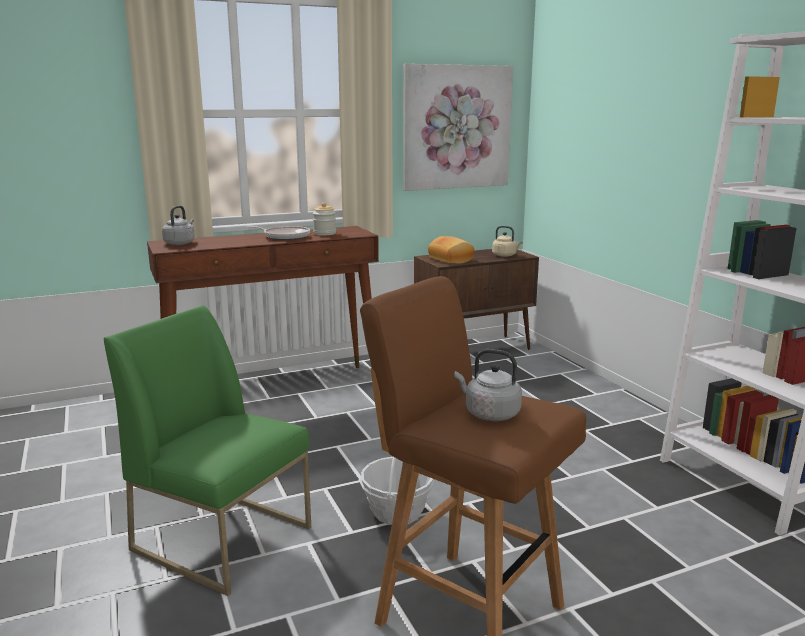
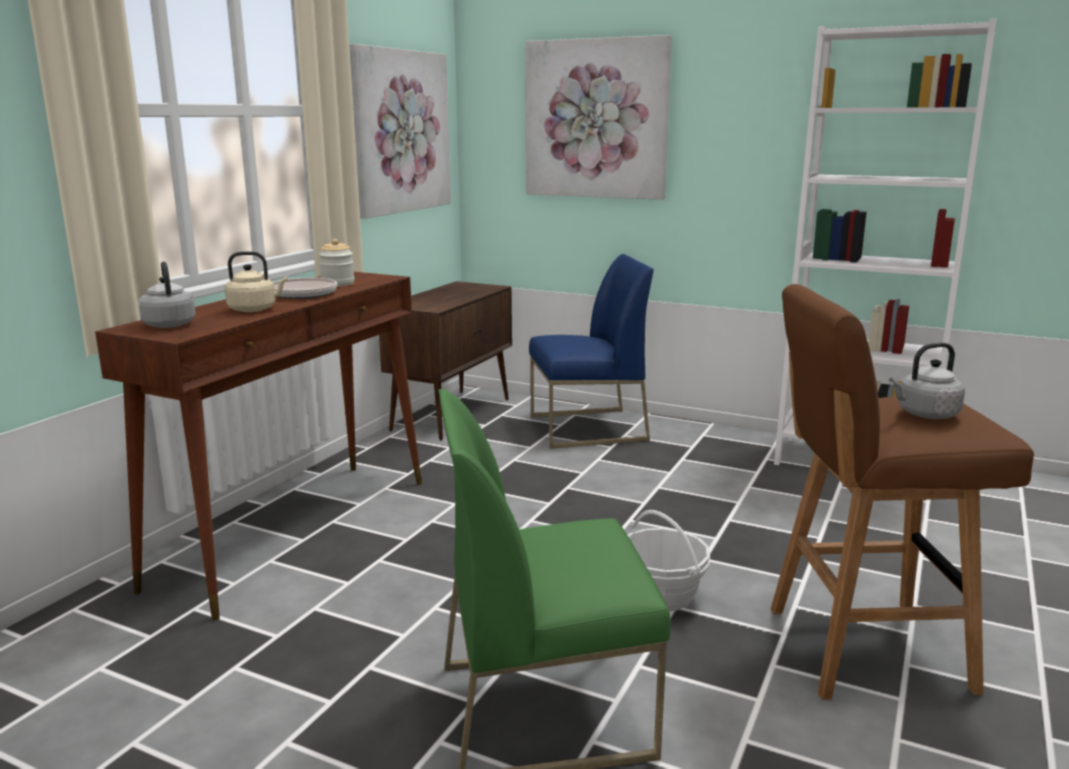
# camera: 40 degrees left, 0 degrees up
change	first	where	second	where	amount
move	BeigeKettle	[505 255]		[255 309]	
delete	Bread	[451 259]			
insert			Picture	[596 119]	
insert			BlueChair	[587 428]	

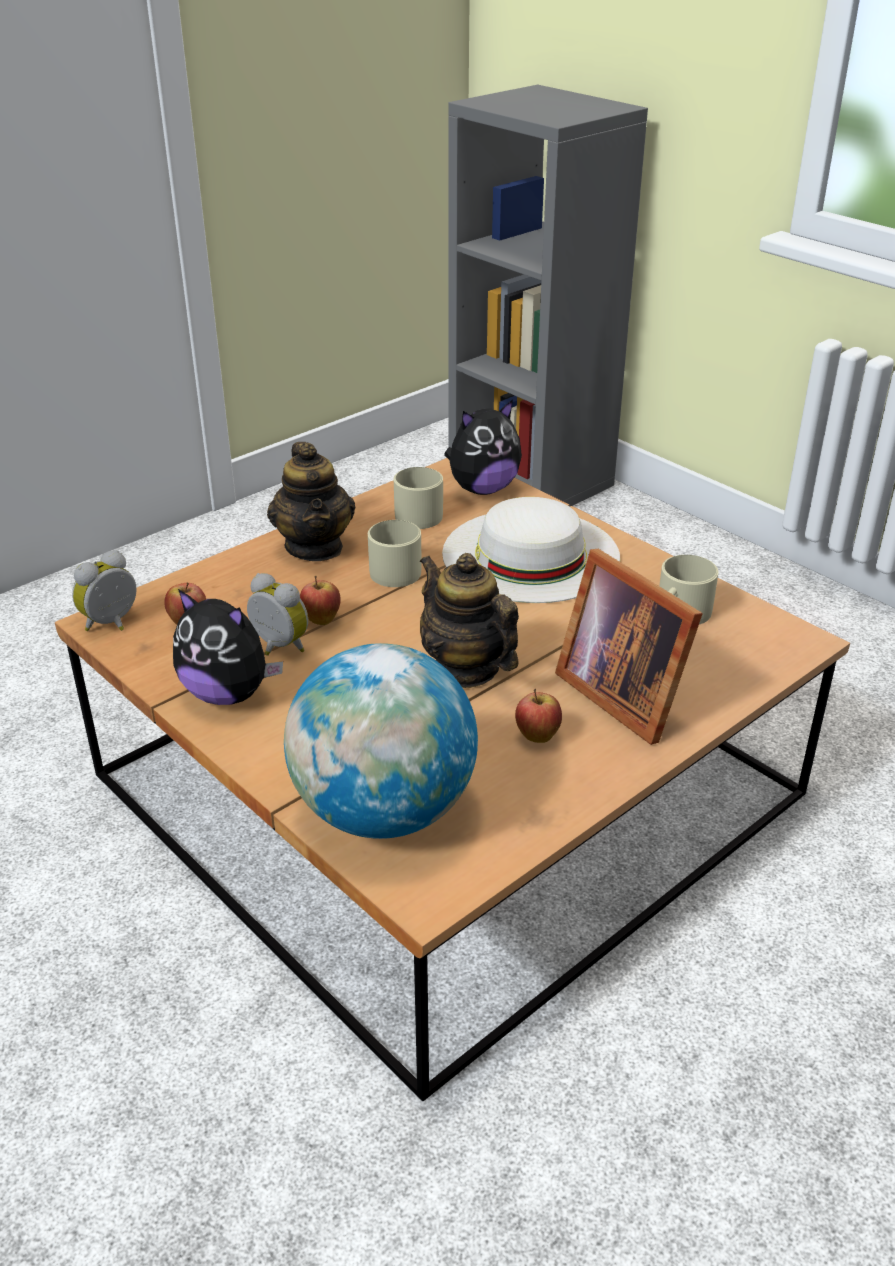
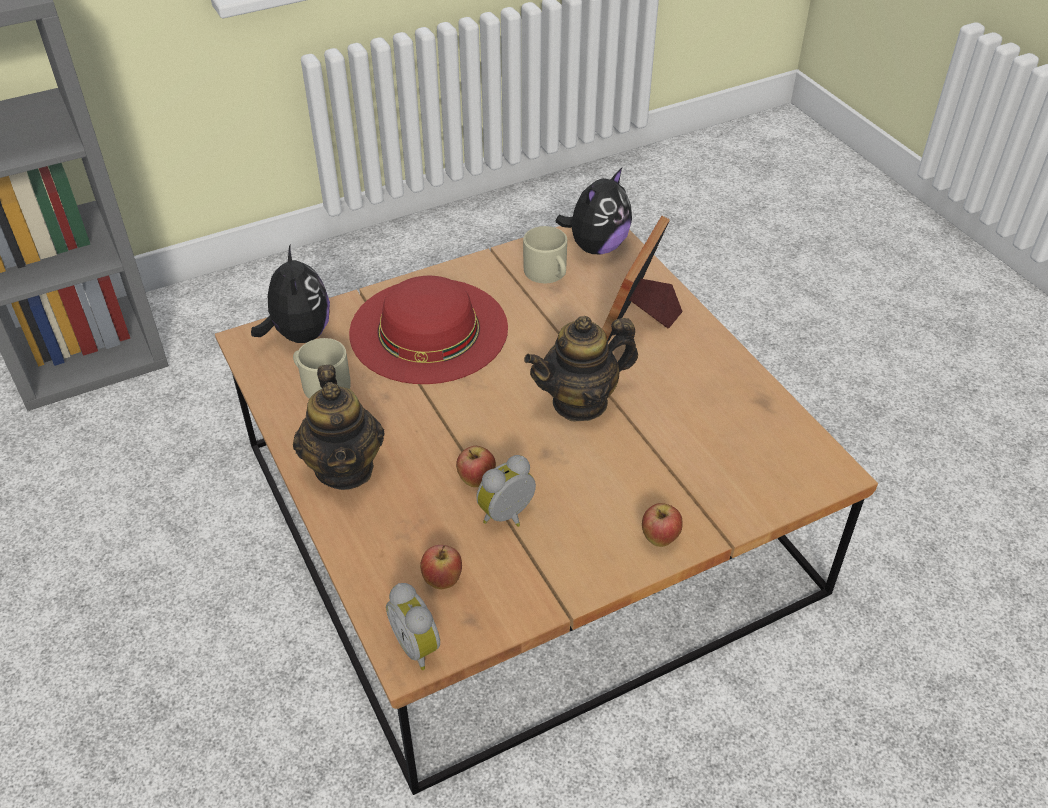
# camera: 75 degrees left, 10 degrees up
change	first	where	second	where	amount
rotate	Teapot	[315 547]		[345 468]	75 degrees clockwise
recolor	WhiteHat	[530 555]	RedHat	[429 330]	
delete	BeigeMug	[391 570]			
rotate	PictureFrame	[622 693]		[637 326]	135 degrees clockwise
move	PlushToy	[228 694]		[596 246]	
delete	Globe	[384 812]			
move	Apple	[537 737]		[659 539]	

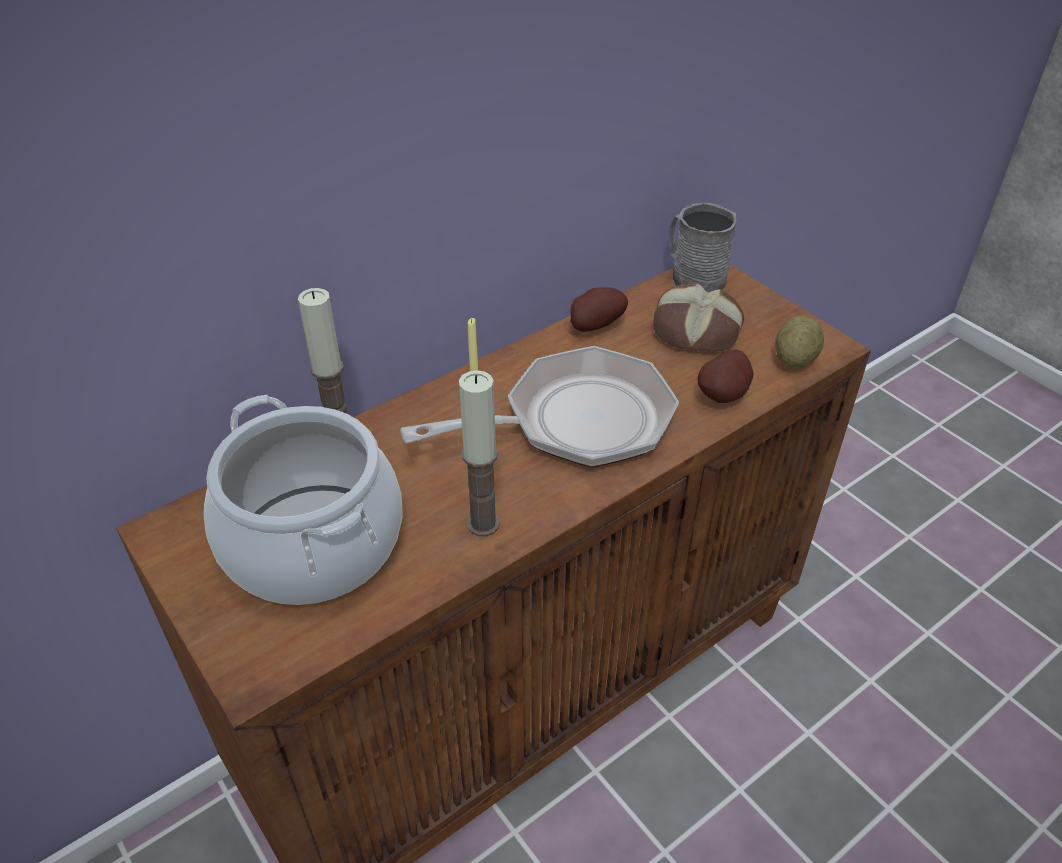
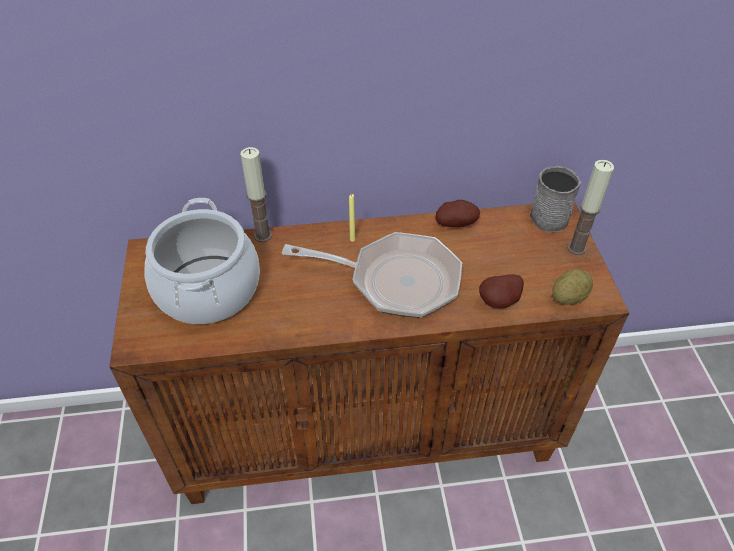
# camera: 30 degrees right, 5 degrees up
change	first	where	second	where	amount
delete	Bread	[695 330]			
move	Candle	[483 524]		[576 248]	

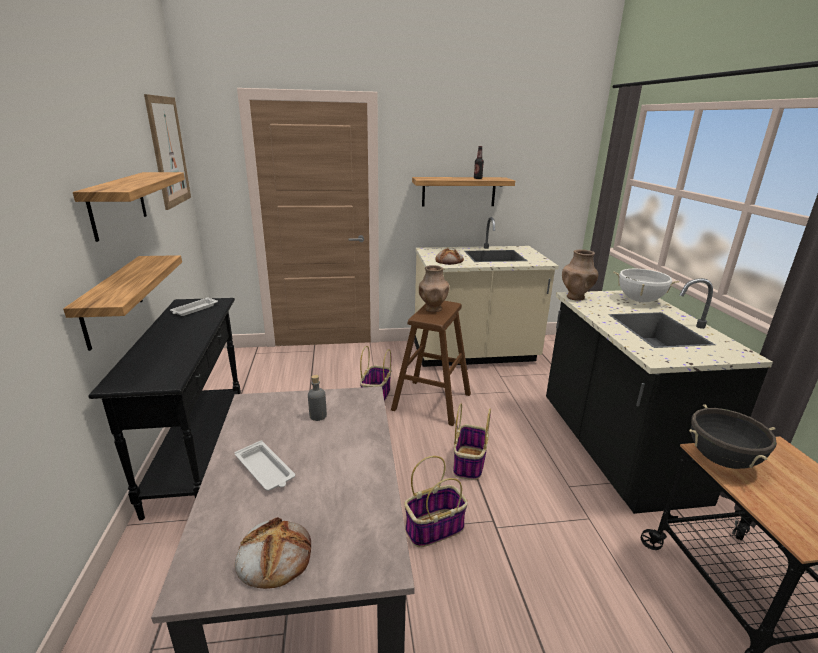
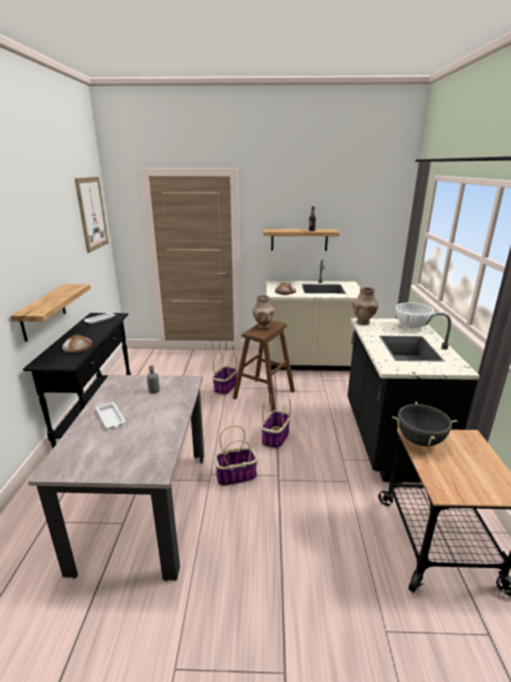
# camera: 10 degrees right, 0 degrees up
change	first	where	second	where	amount
delete	Shelf	[118 204]			
move	Bread	[274 556]		[77 347]	

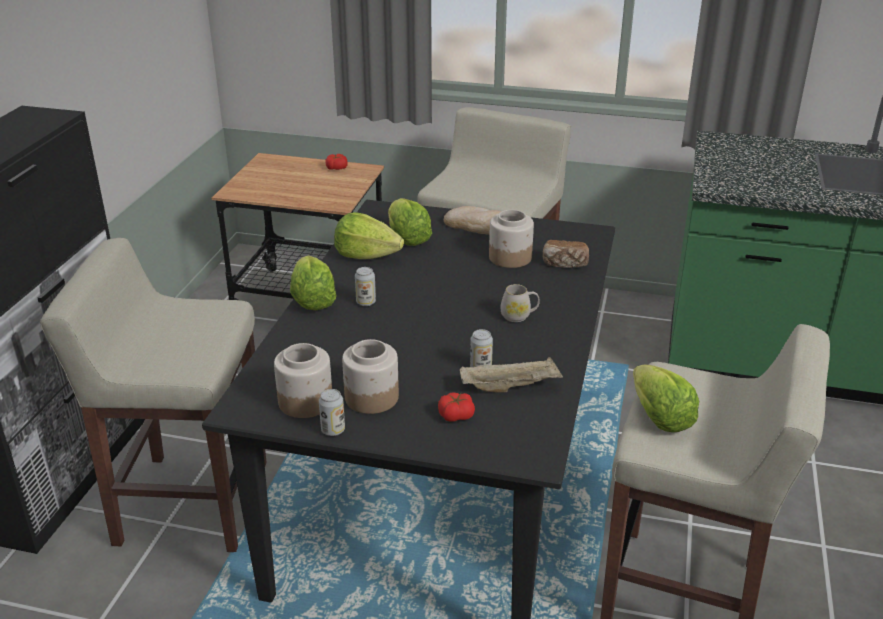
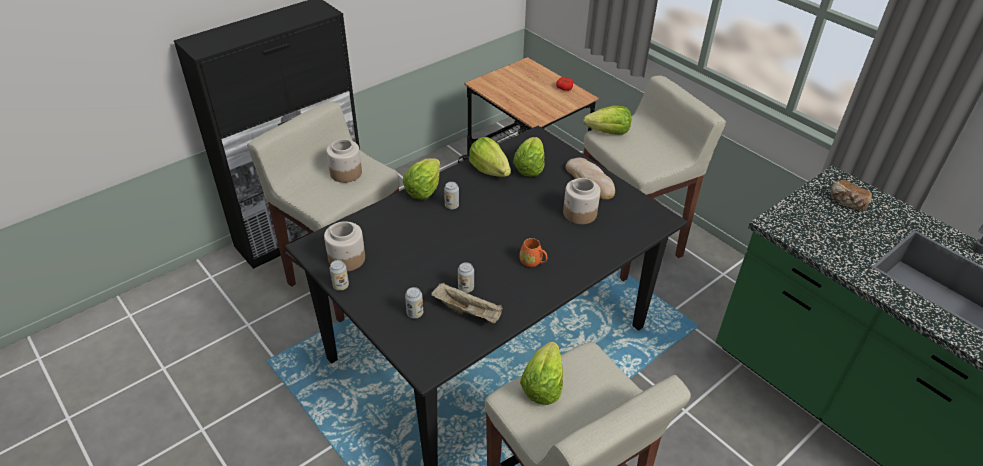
# camera: 35 degrees right, 10 degrees up
change	first	where	second	where	amount
move	Bread	[565 264]		[847 203]	
recolor	WhiteMug	[519 316]	OrangeMug	[533 262]	
move	Jar	[371 398]		[345 173]	
replace	Tomato	[456 415]	Can	[415 313]	
insert			Lettuce	[608 132]	

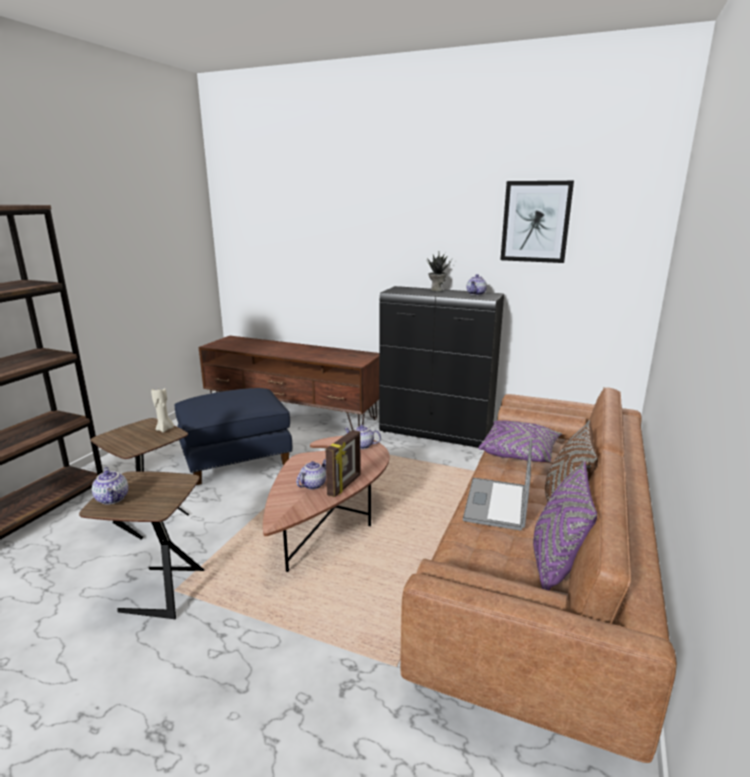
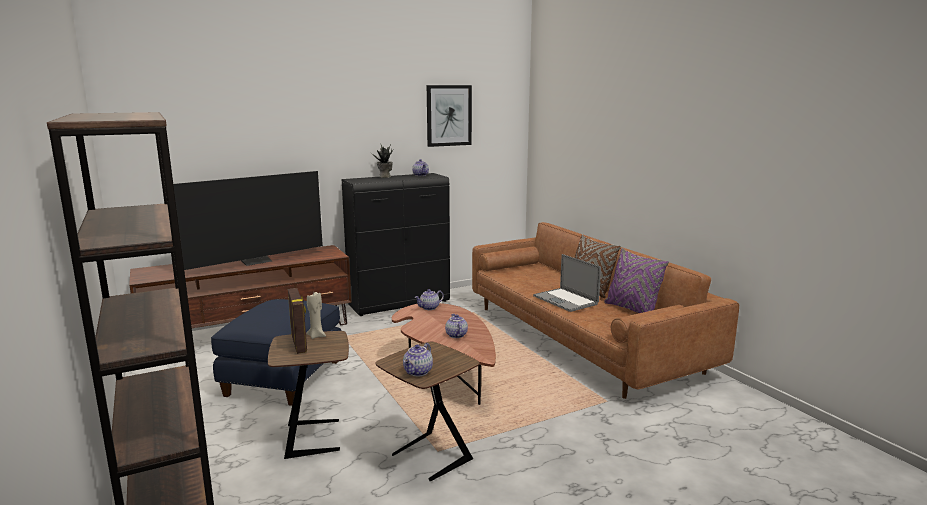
# camera: 50 degrees left, 5 degrees down
change	first	where	second	where	amount
delete	PurplePillow	[519 452]			
move	PictureFrame	[345 485]		[299 344]	
rotate	Teapot	[113 499]		[418 372]	105 degrees clockwise
insert			Television	[256 261]	

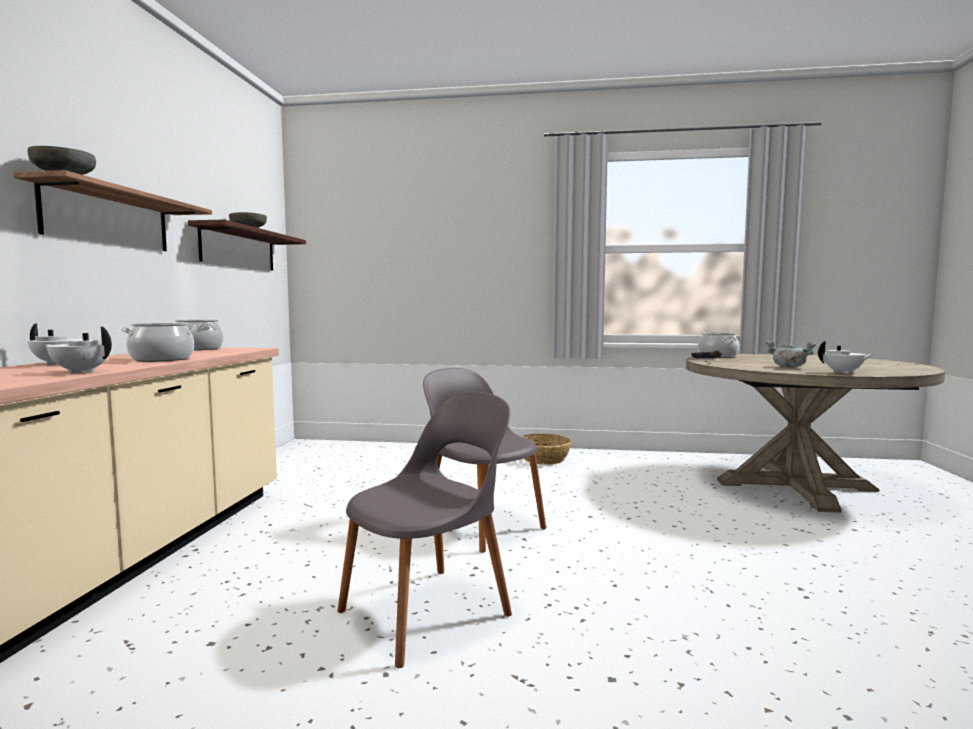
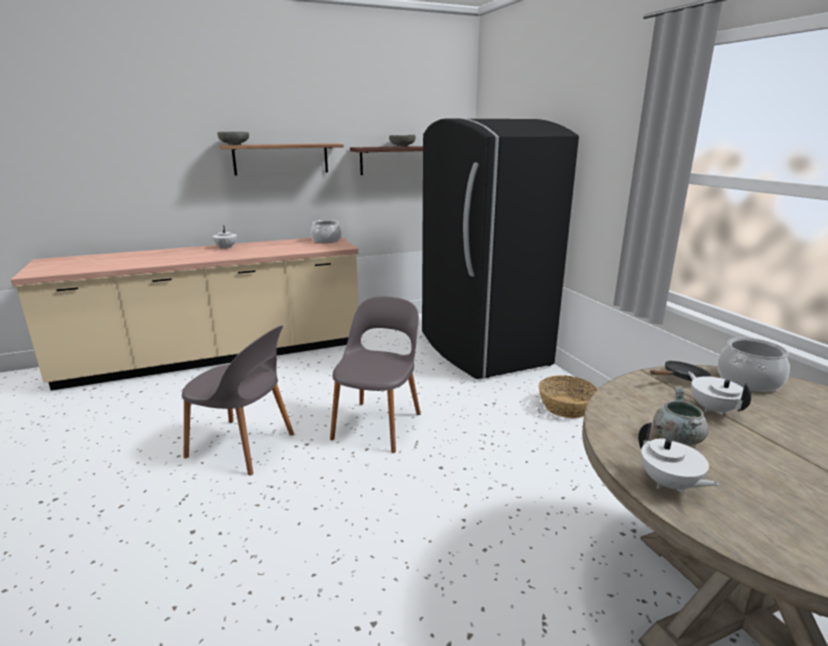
# camera: 60 degrees right, 15 degrees up
change	first	where	second	where	amount
delete	CookingPot	[162 359]			
move	WhiteTeapot	[81 372]		[713 409]	
insert			BlackFridge	[481 349]	

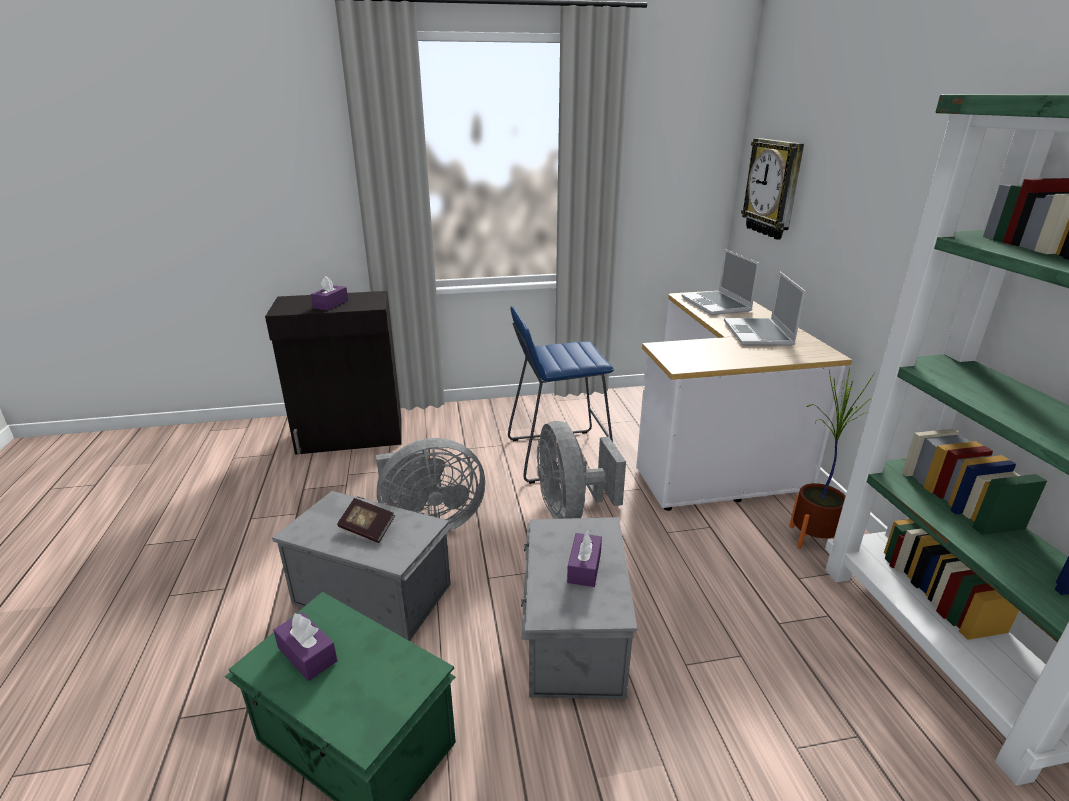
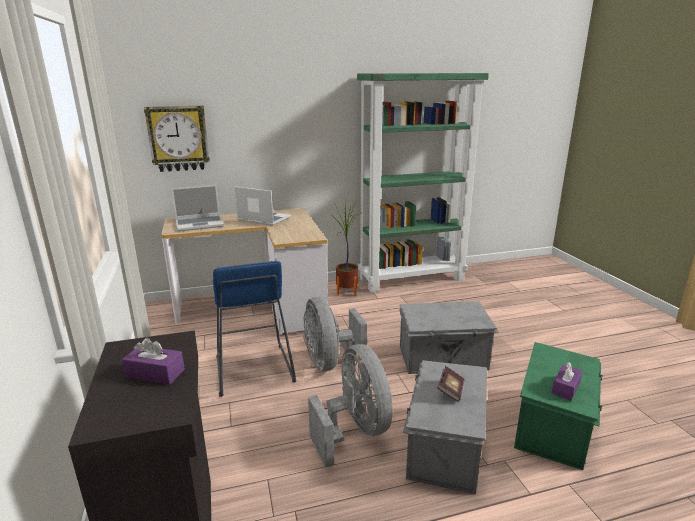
# camera: 95 degrees left, 5 degrees down
change	first	where	second	where	amount
rotate	Laptop	[759 334]		[263 219]	150 degrees counterclockwise
rotate	GreyFan	[571 510]		[330 362]	90 degrees clockwise
delete	PurpleTissueBox	[584 567]			

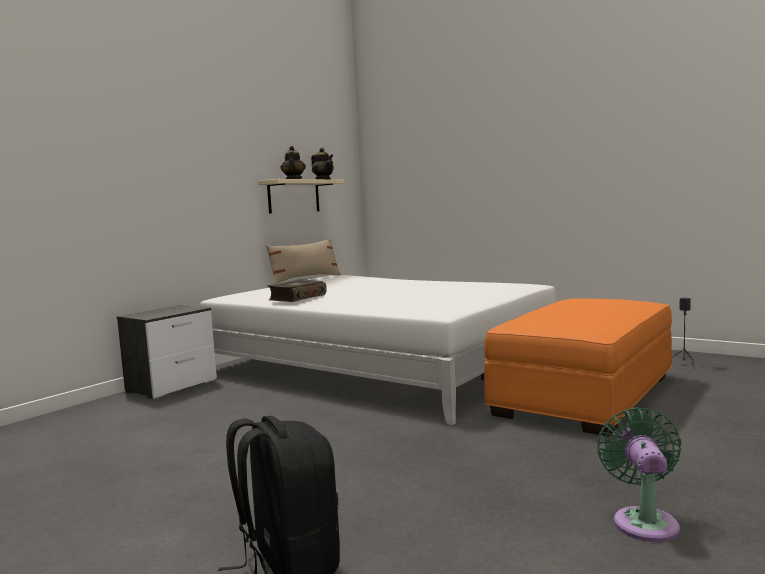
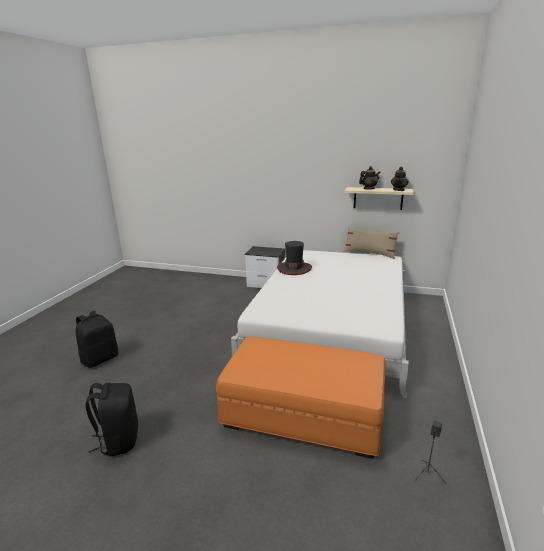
# camera: 70 degrees right, 15 degrees up
change	first	where	second	where	amount
replace	Book	[297 298]	Hat	[294 268]	
replace	GreenFan	[644 521]	BlackBackpack	[119 440]	

